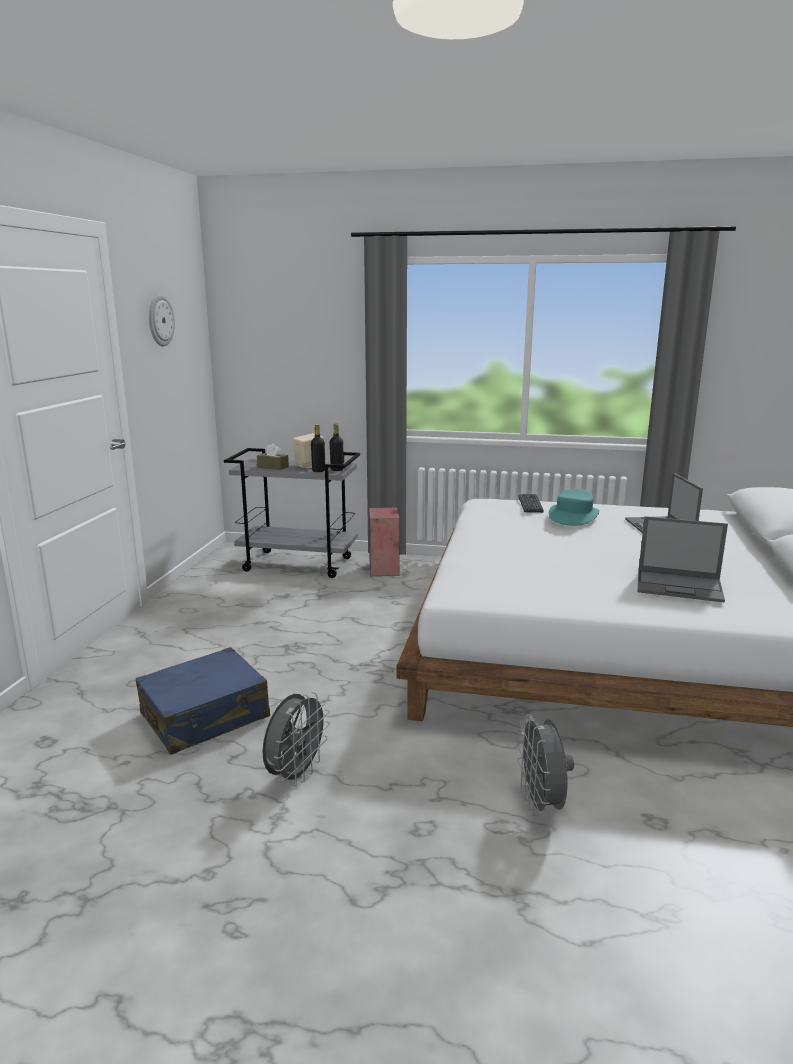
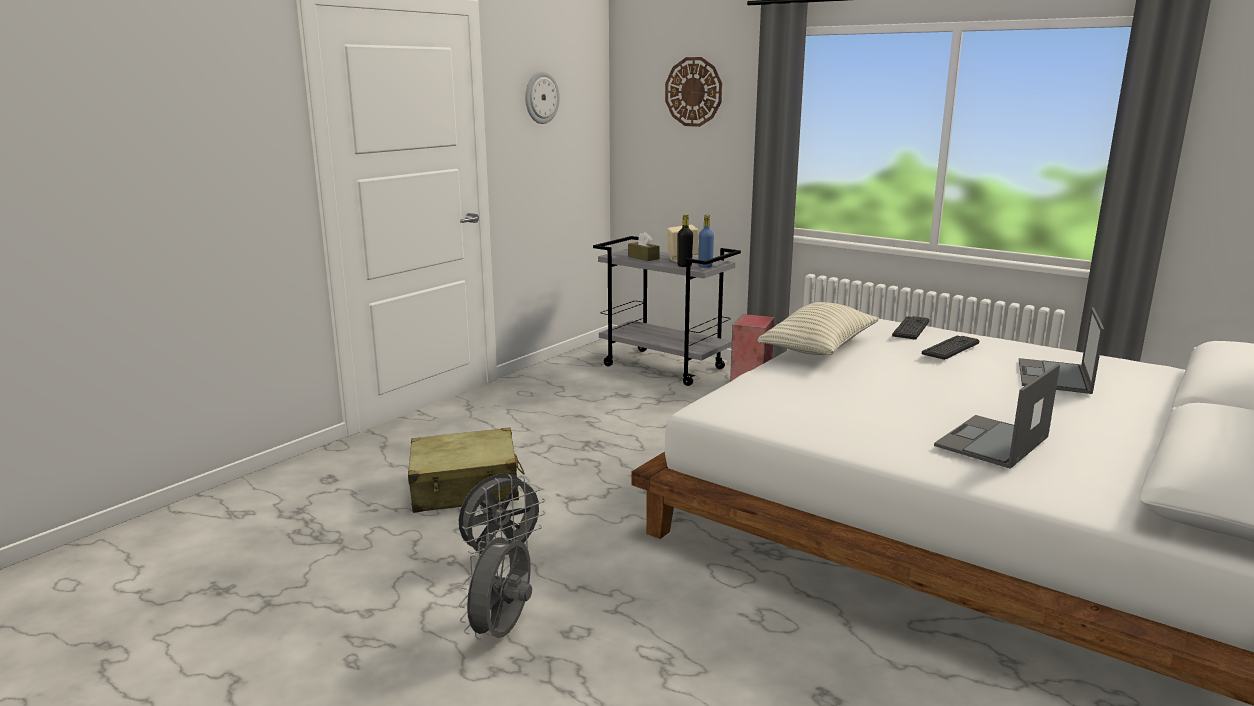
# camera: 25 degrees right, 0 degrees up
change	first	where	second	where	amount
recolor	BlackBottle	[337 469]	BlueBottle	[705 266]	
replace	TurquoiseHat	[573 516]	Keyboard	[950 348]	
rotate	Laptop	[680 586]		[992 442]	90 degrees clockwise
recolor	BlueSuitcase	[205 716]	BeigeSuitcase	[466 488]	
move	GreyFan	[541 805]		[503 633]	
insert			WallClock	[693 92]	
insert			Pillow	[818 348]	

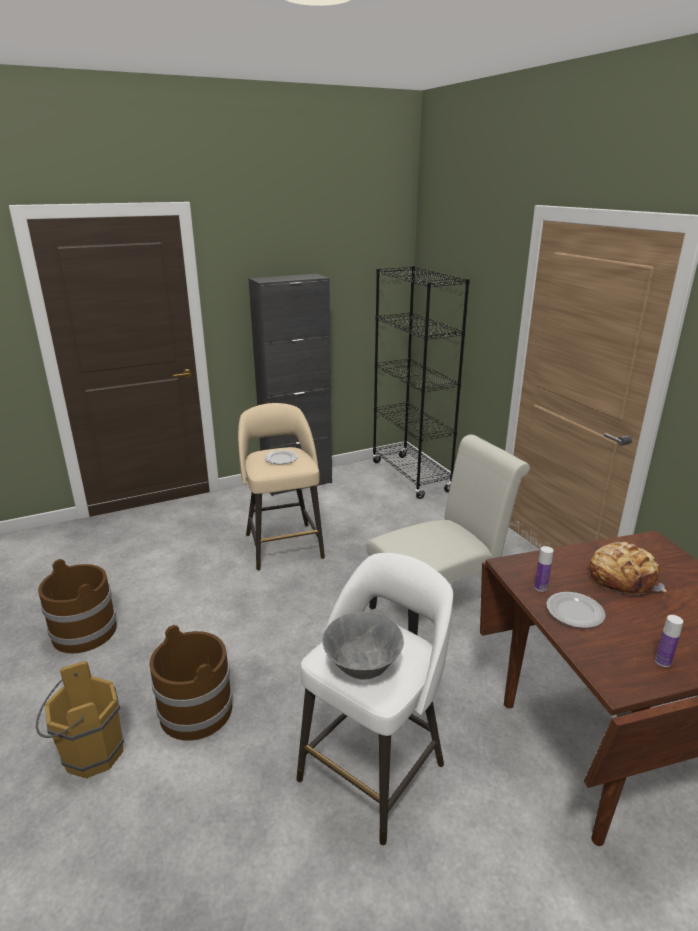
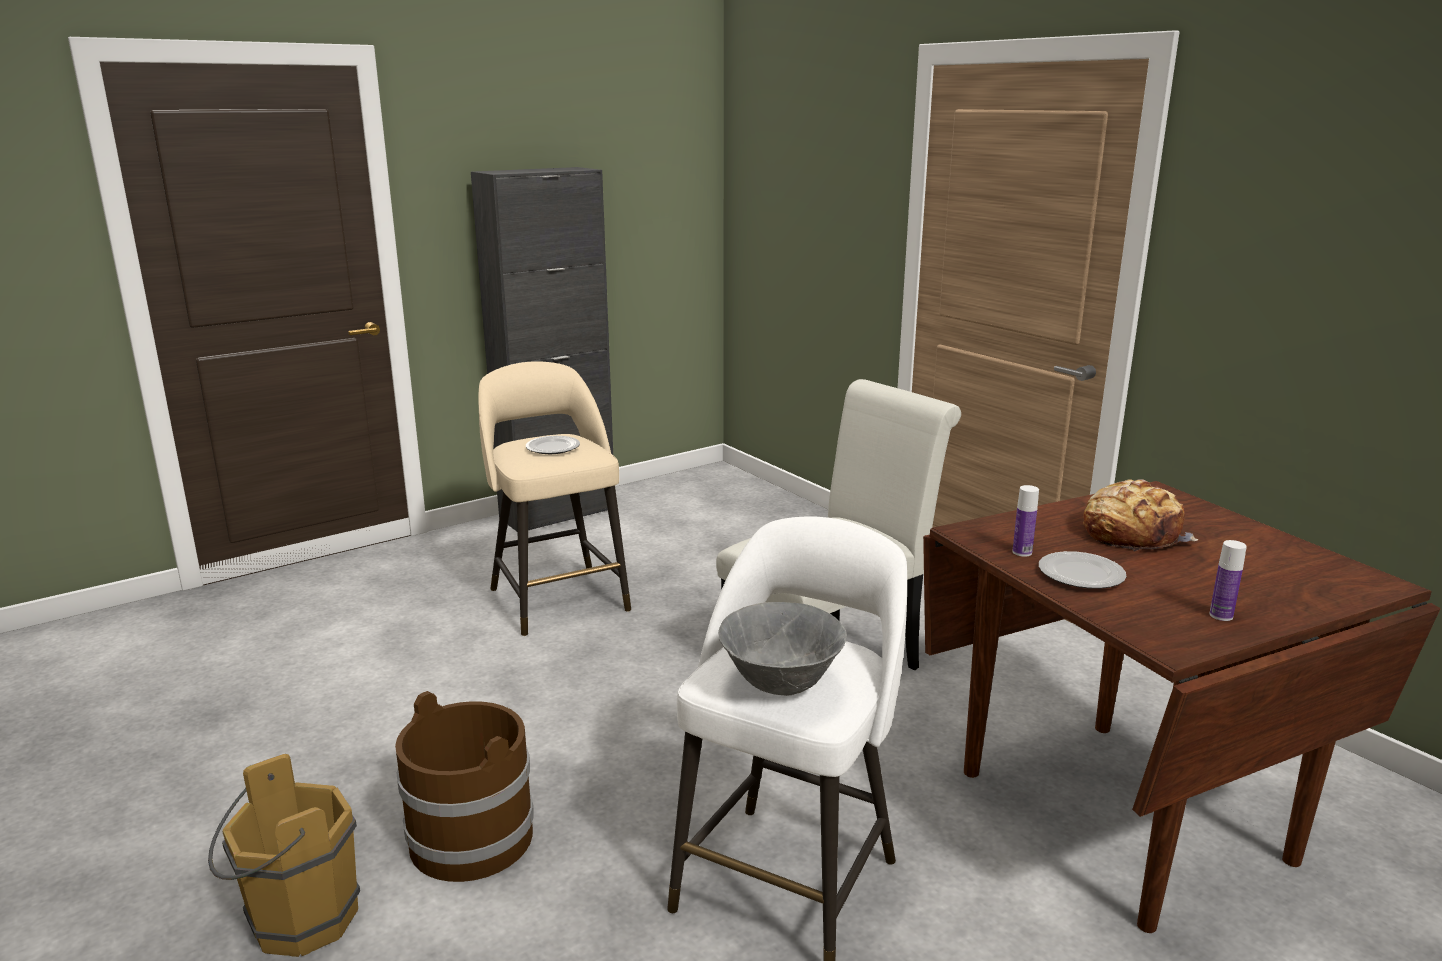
# camera: 10 degrees left, 5 degrees down
change	first	where	second	where	amount
delete	BlackBookcase	[411 476]			
delete	BrownBucket	[84 631]			

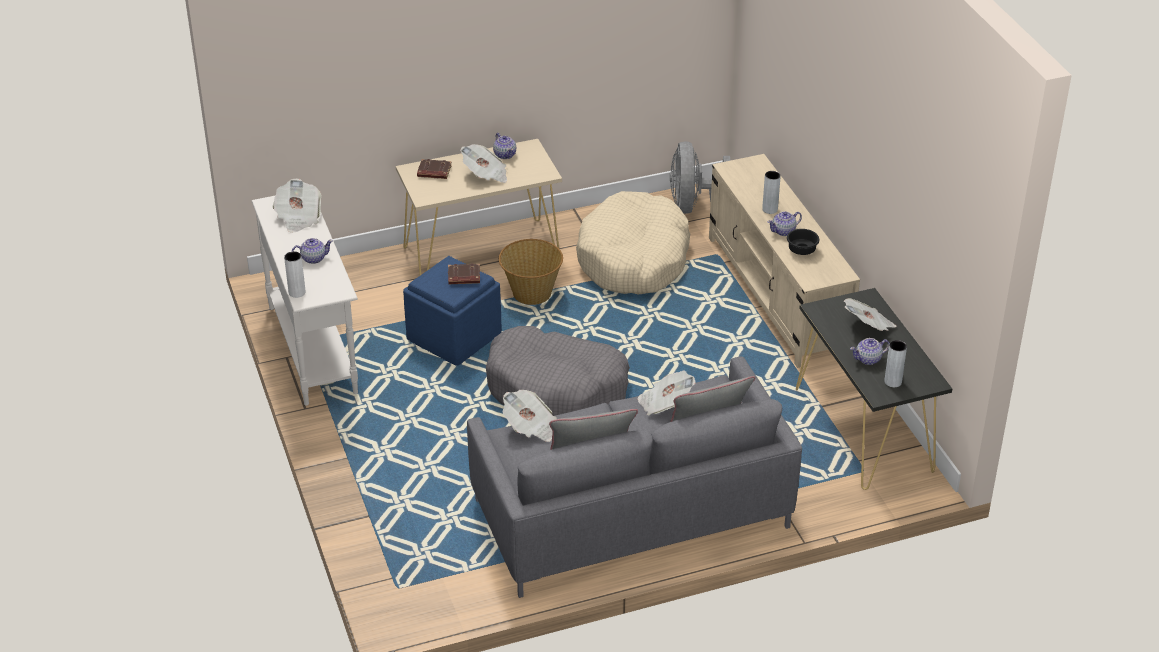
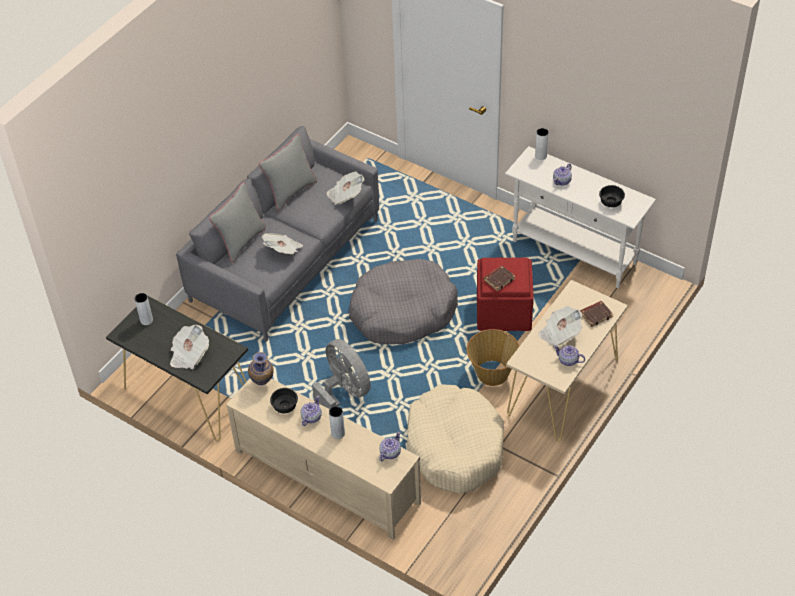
# camera: 145 degrees right, 10 degrees up
change	first	where	second	where	amount
move	GreyFan	[693 205]		[344 393]	
replace	Newspaper	[298 217]	BlackBowl	[610 202]	
recolor	BlueOttoman	[454 335]	RedOttoman	[504 311]	
move	Teapot	[868 359]		[390 453]	
insert			Vase	[263 383]	

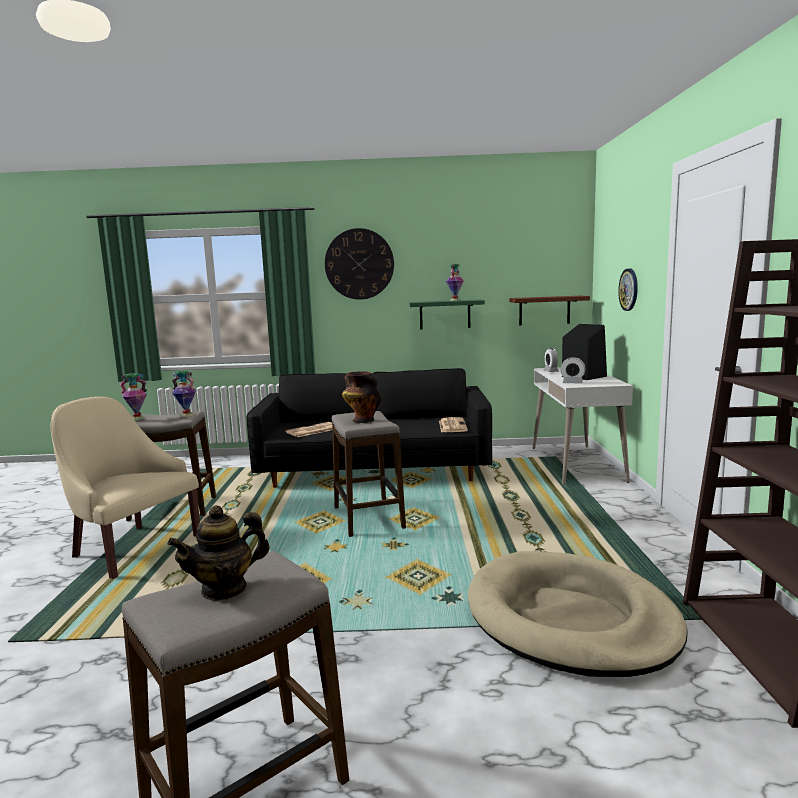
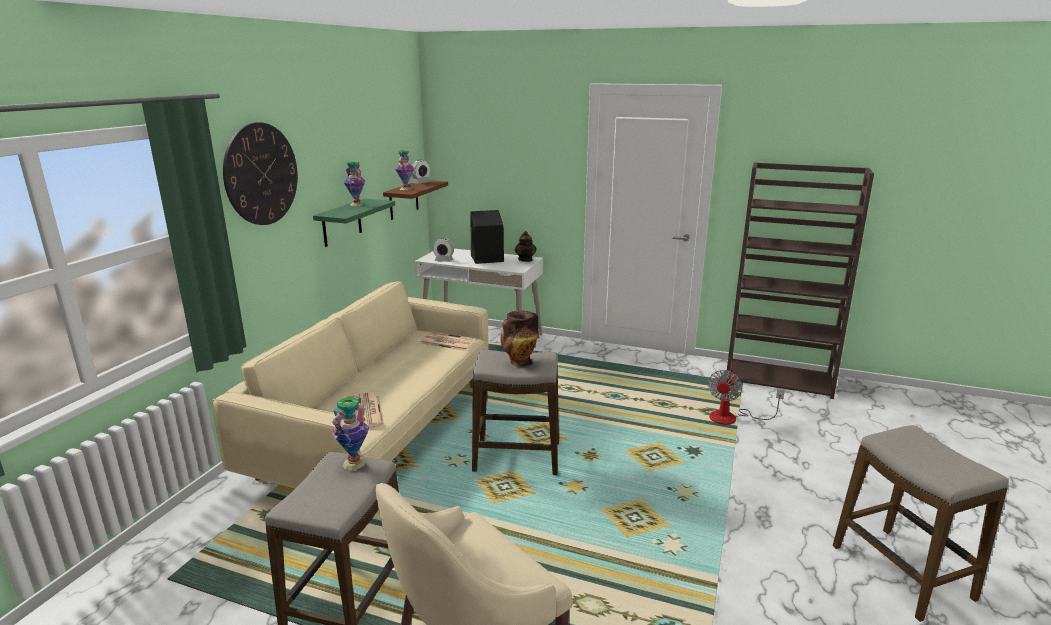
# camera: 70 degrees left, 10 degrees up
change	first	where	second	where	amount
delete	WallClock	[629 289]			
move	AlarmClock	[572 383]		[421 183]	
recolor	BlackSofa	[374 470]	BeigeSofa	[379 428]	
move	Vase	[137 418]		[405 189]	
move	Teapot	[224 589]		[525 259]	
replace	BeigeDogBed	[570 618]	Fan	[732 418]	

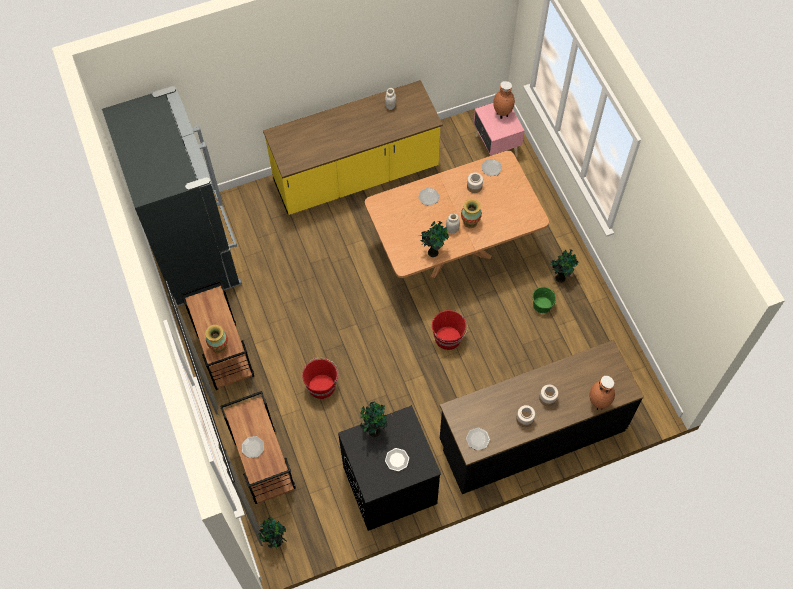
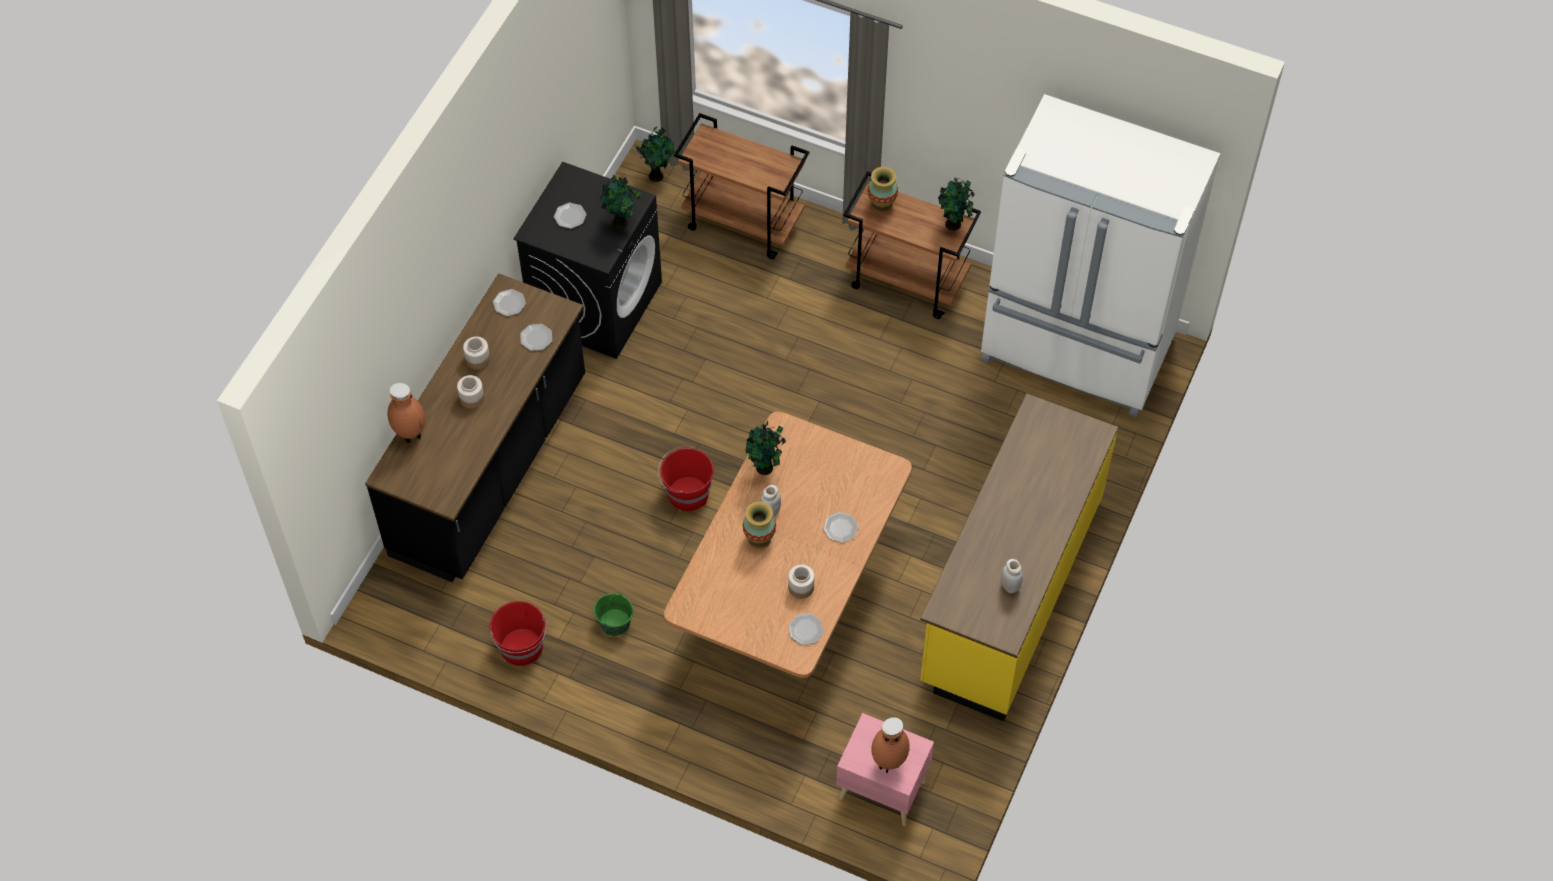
# camera: 135 degrees right, 5 degrees down
change	first	where	second	where	amount
recolor	BlackFridge	[195 251]	WhiteFridge	[1076 351]	
move	PottedPlant	[560 277]		[953 225]	
move	RedBucket	[322 385]		[522 647]	
move	Plate	[253 447]		[536 338]	

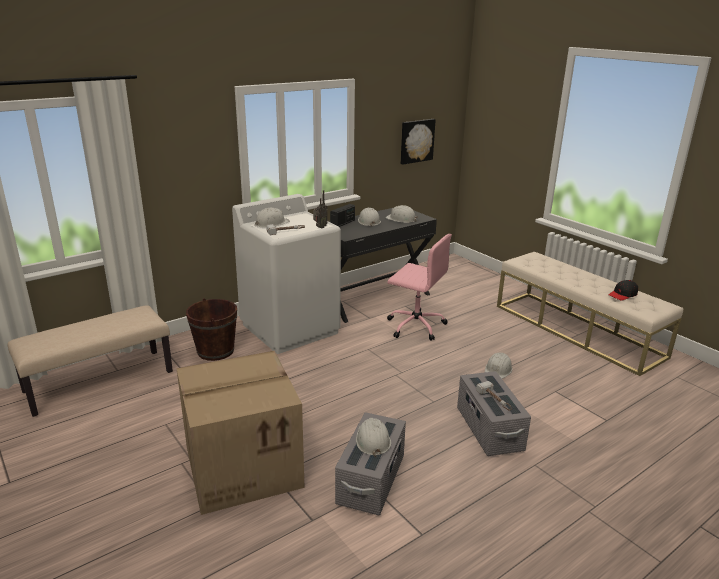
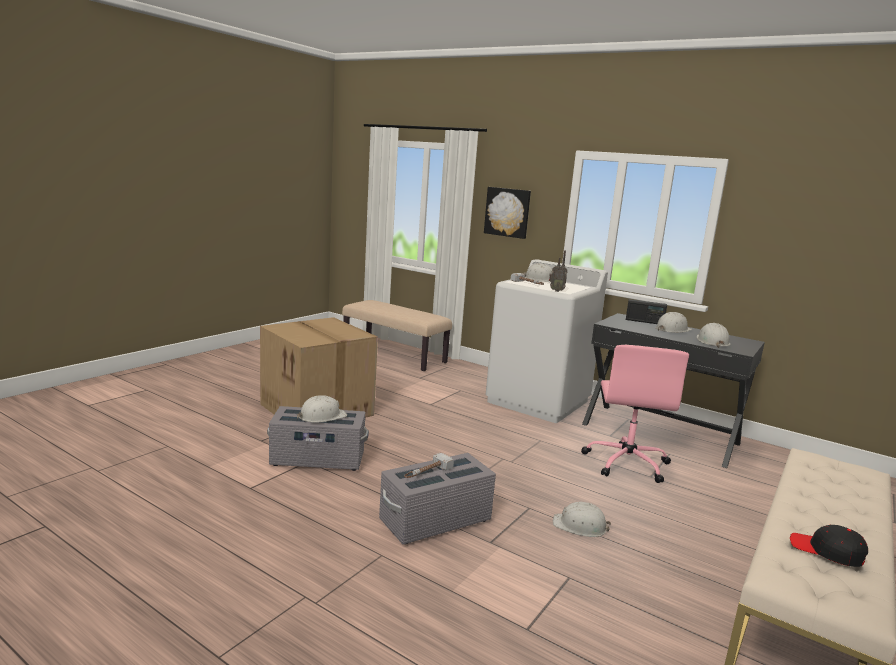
# camera: 70 degrees right, 10 degrees down
change	first	where	second	where	amount
move	Picture	[416 141]		[507 212]	
delete	BrownBucket	[215 351]			

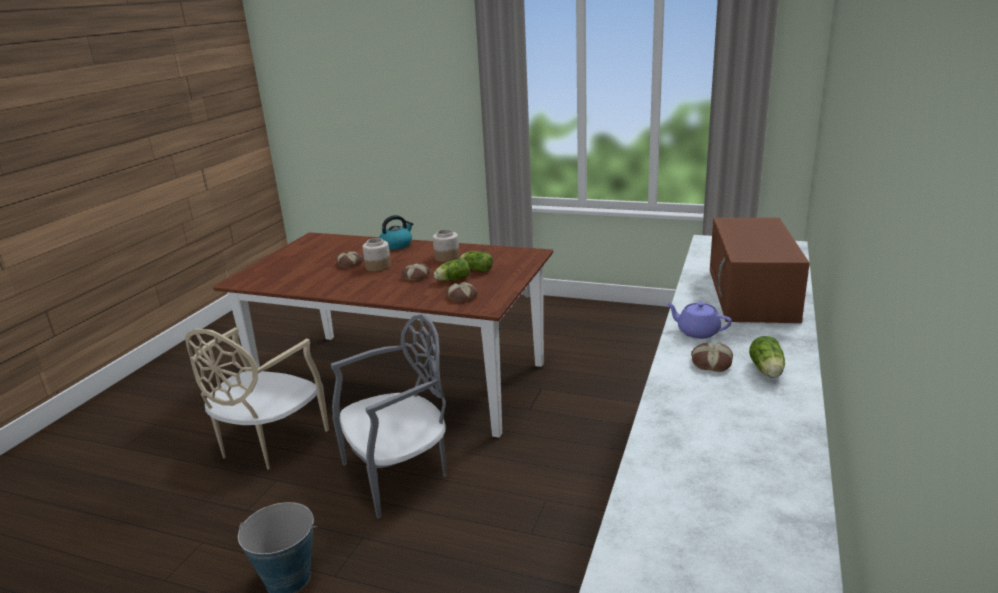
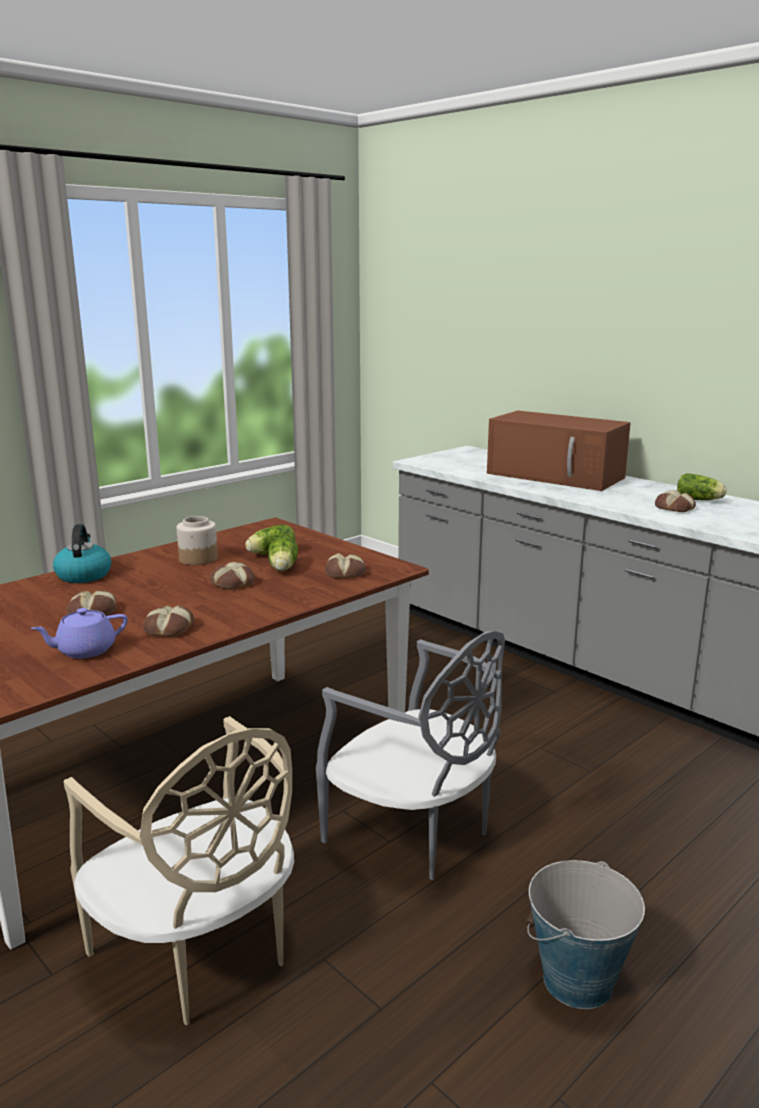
# camera: 65 degrees left, 5 degrees down
change	first	where	second	where	amount
delete	Jar	[378 267]			
move	PurpleTeapot	[697 332]		[84 650]	
rotate	GreyChair	[399 474]		[414 832]	135 degrees clockwise
insert			Bread	[168 628]	

